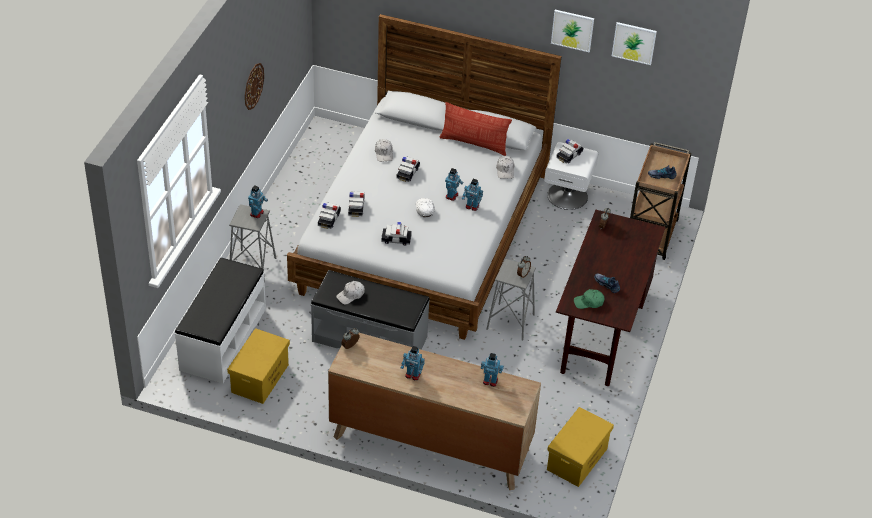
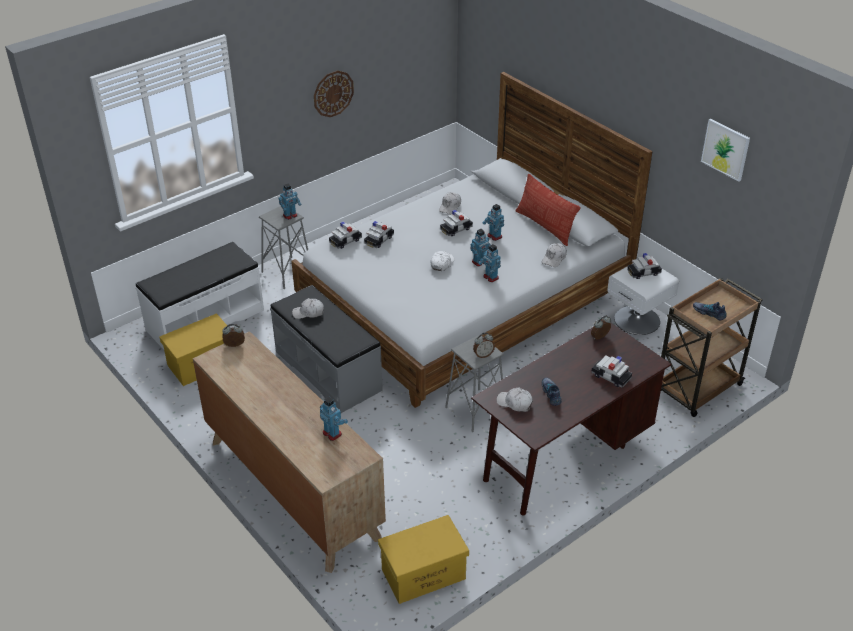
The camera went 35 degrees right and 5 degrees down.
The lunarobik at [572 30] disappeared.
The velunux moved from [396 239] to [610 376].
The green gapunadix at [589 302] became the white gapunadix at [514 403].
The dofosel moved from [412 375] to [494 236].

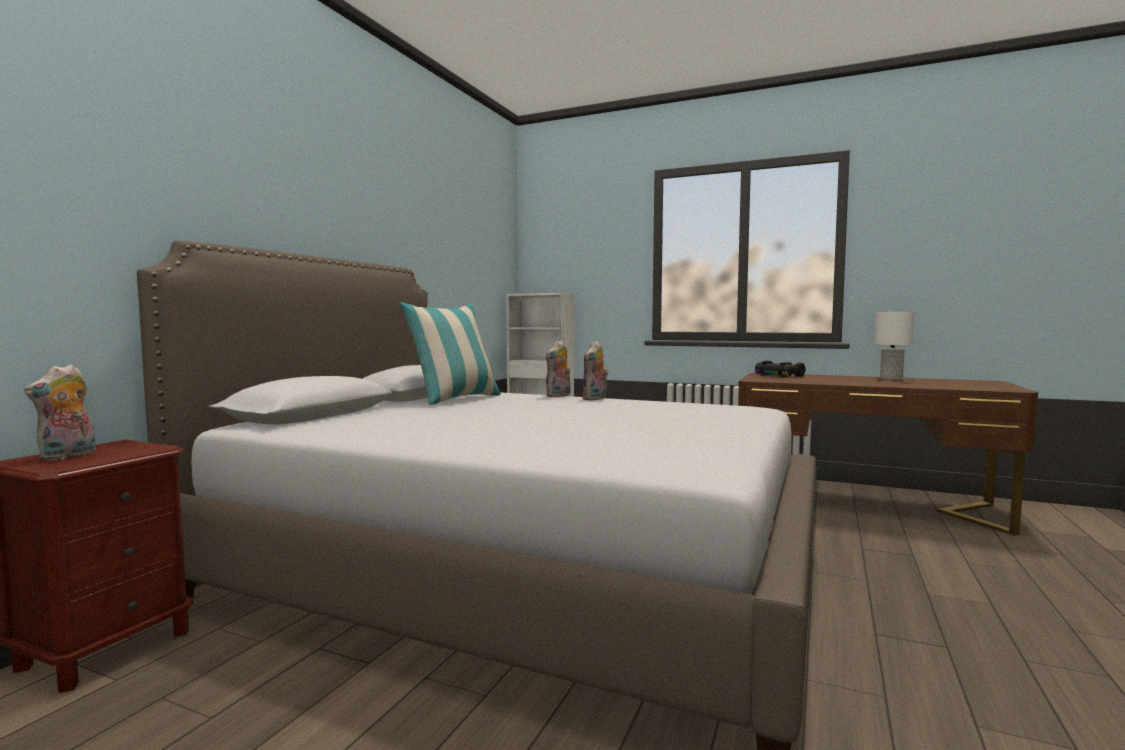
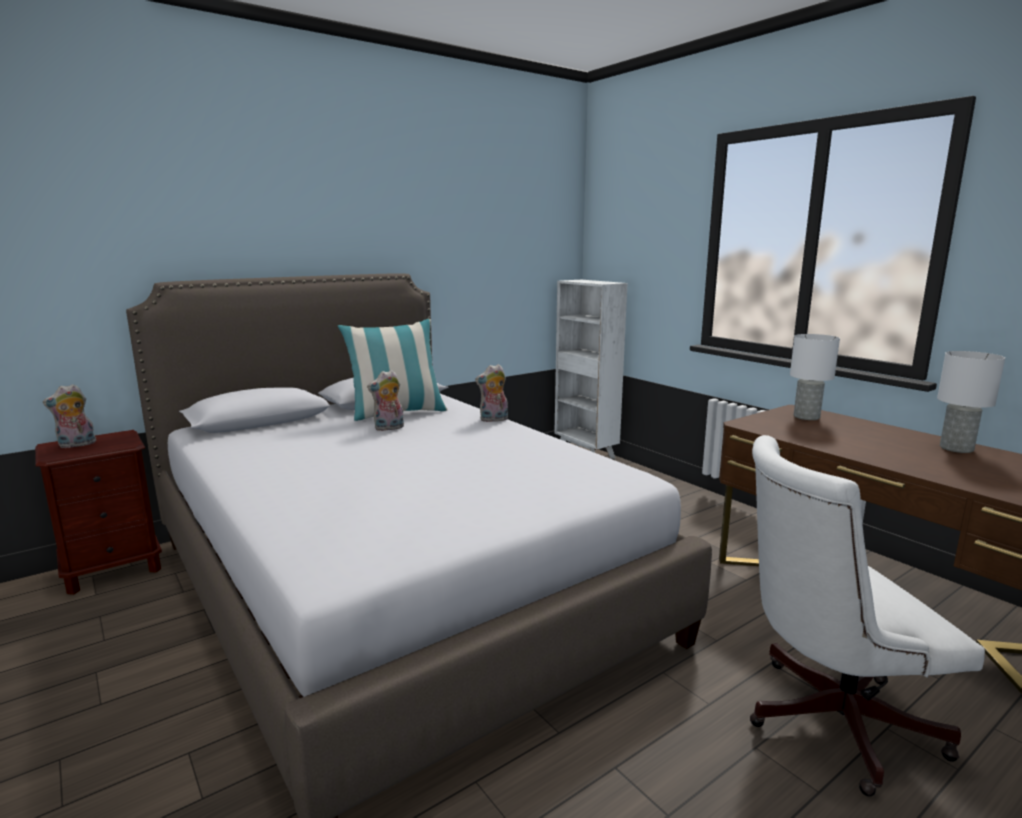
The camera went 30 degrees right and 10 degrees up.
The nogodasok moved from [595 399] to [389 428].
The velunux at [777 375] was replaced by the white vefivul at [805 417].
The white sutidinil at [827 720] appeared.

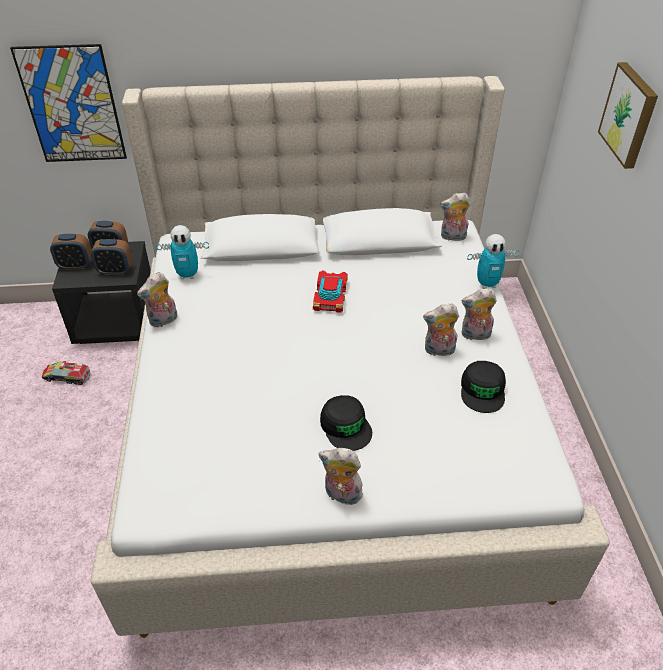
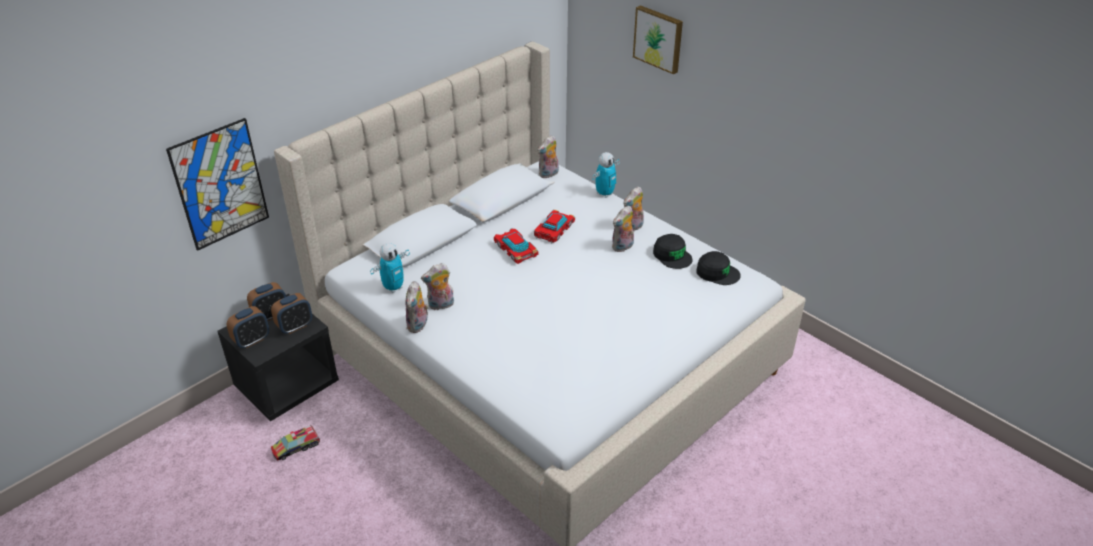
The camera went 40 degrees left and 5 degrees down.
The black gapunadix moved from [346 426] to [717 272].
The nogodasok moved from [341 495] to [441 305].
The velunux at [554 230] appeared.

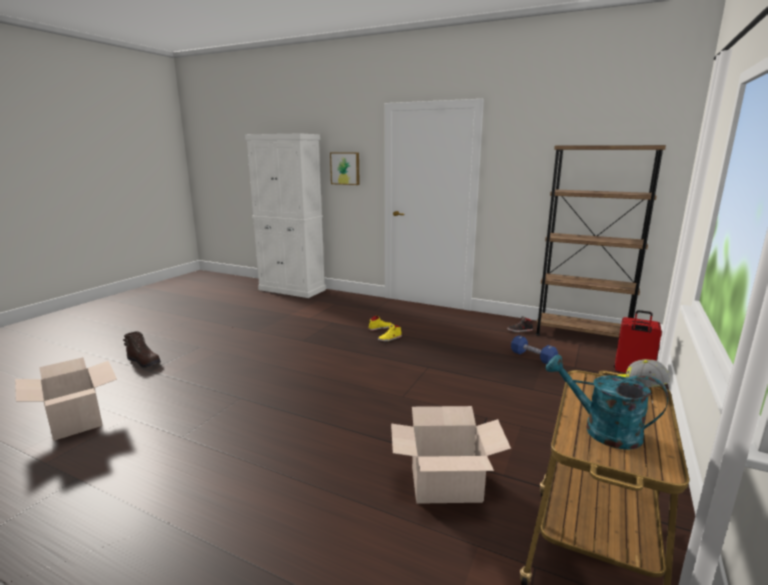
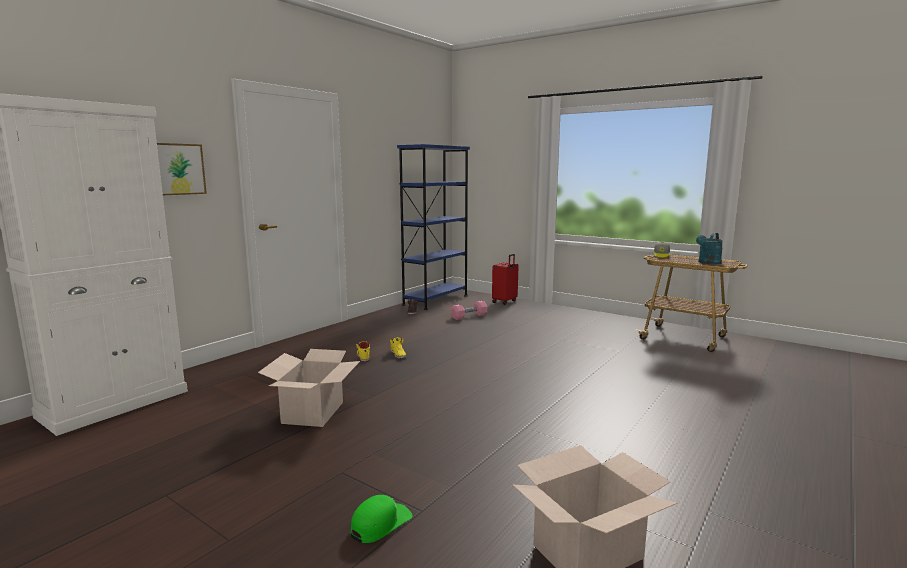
The camera went 80 degrees left and 5 degrees down.
The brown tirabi at [581 335] became the blue tirabi at [435 300].
The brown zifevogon at [144 362] was replaced by the green gapunadix at [380 523].
The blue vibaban at [533 357] became the pink vibaban at [469 316].
The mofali moved from [446 484] to [312 412].

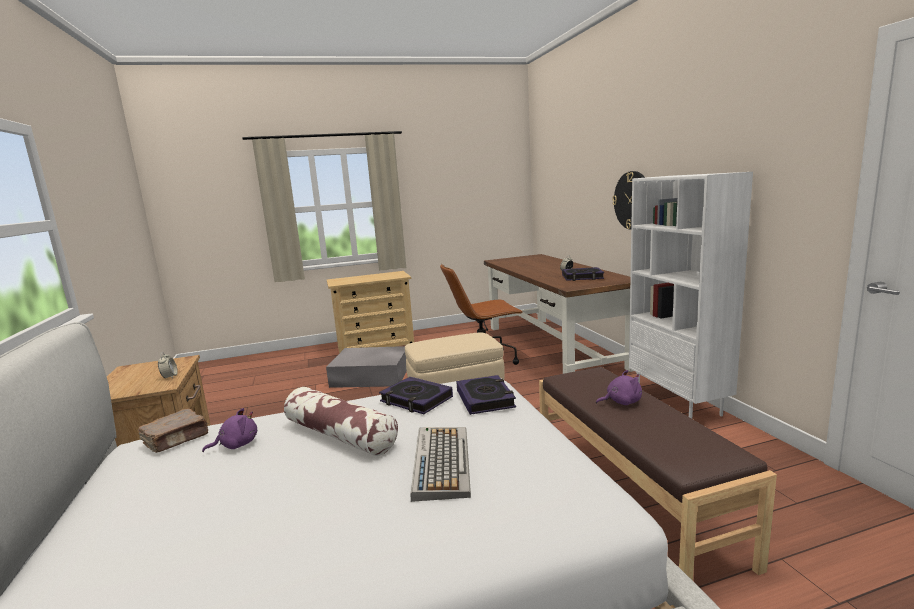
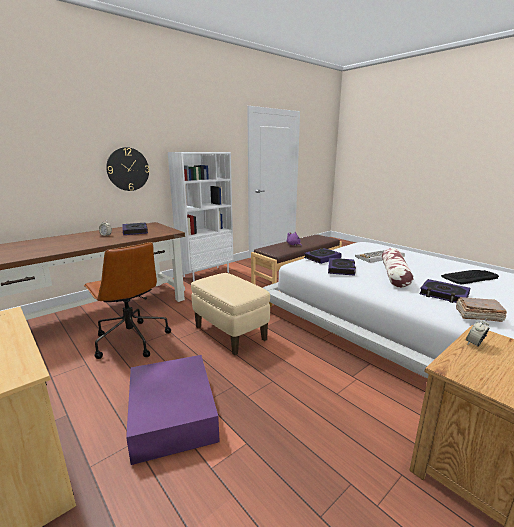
The camera went 115 degrees left and 5 degrees up.
The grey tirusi at [372 376] became the purple tirusi at [173 412].
The purple nogodasok at [236 445] was replaced by the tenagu at [444 294].
The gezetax at [469 277] appeared.

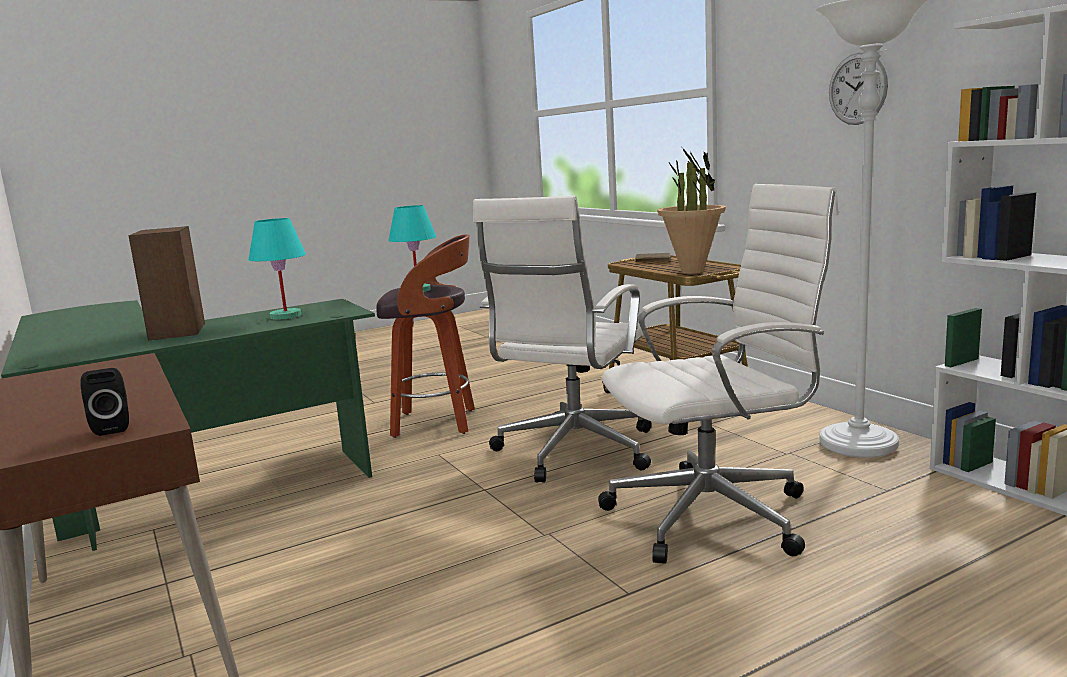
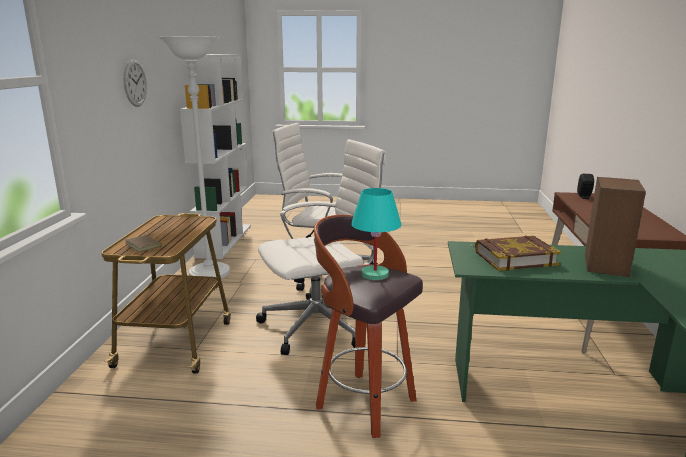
The camera went 145 degrees left and 5 degrees up.
The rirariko at [692 272] disappeared.
The turquoise vefivul at [285 316] was replaced by the tenagu at [515 258].

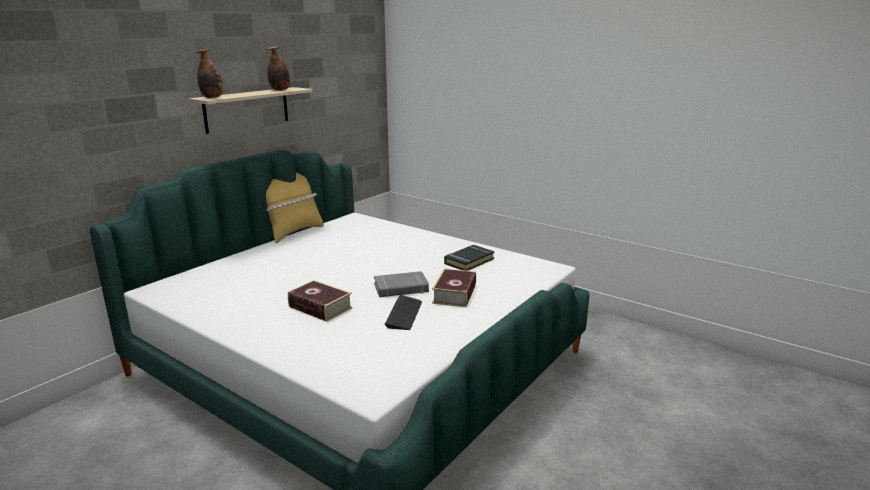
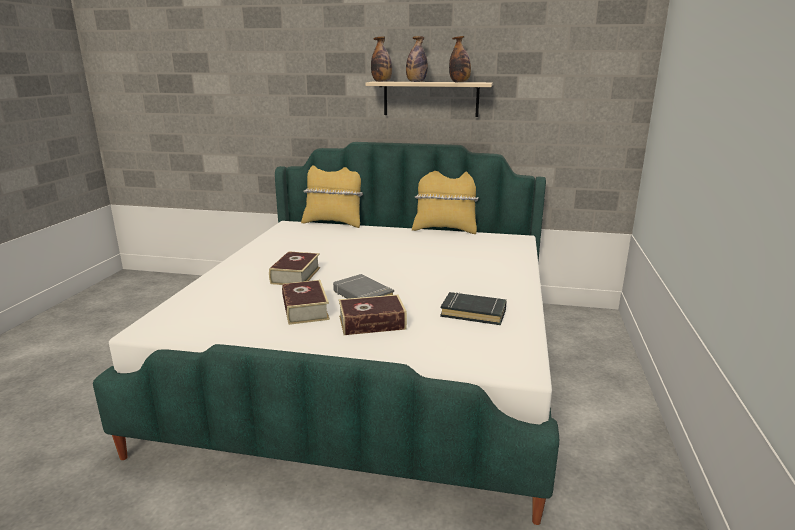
The camera went 65 degrees right and 0 degrees up.
The gezetax at [404 314] was replaced by the tenagu at [305 309].
The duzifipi at [416 82] appeared.
The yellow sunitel at [333 223] appeared.

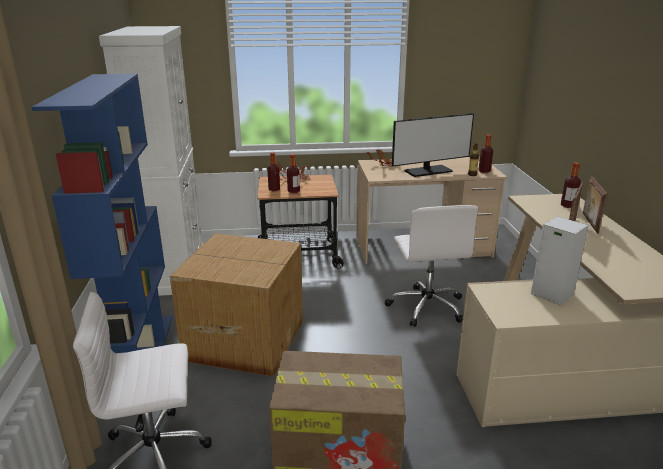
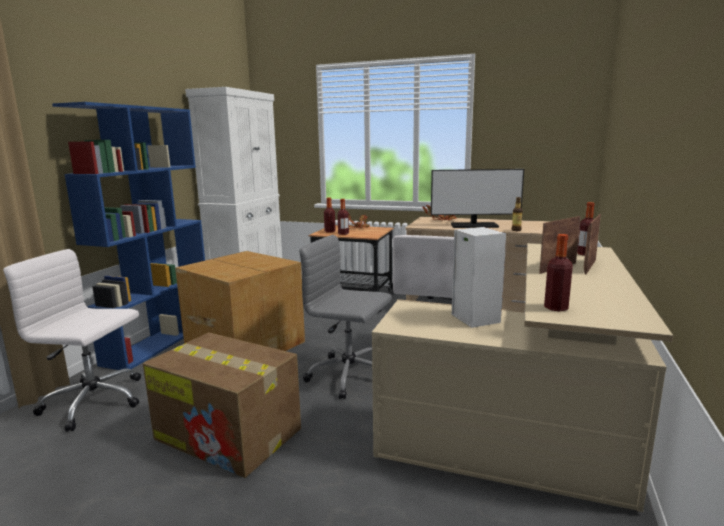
The camera went 25 degrees right and 10 degrees down.
The duzifipi moved from [484 171] to [556 308].
The grey sutidinil at [350 375] appeared.

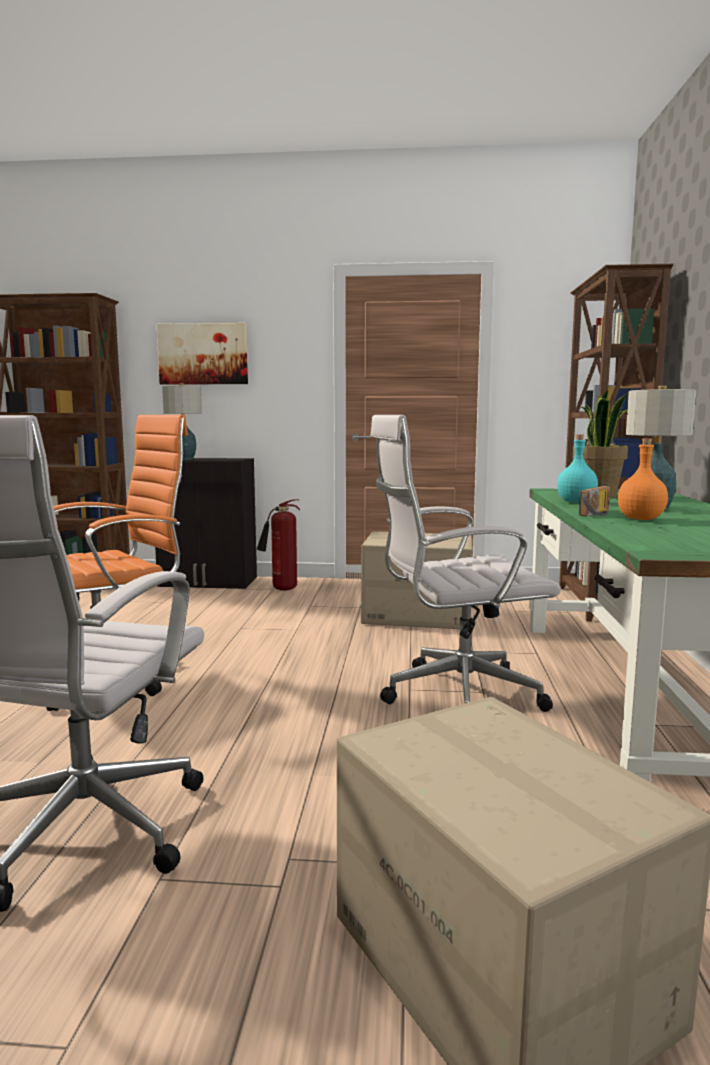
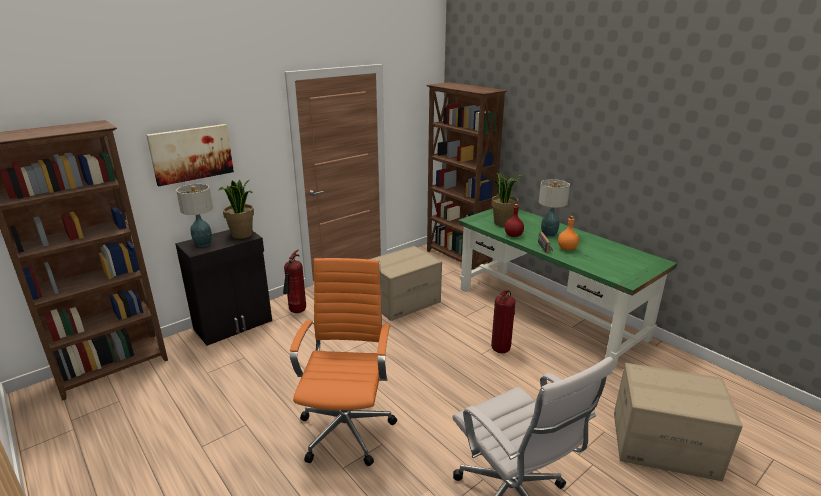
The camera went 45 degrees left and 15 degrees up.
The white sutidinil at [454 696] was replaced by the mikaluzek at [501 348].
The turquoise duzifipi at [575 502] became the red duzifipi at [513 235].
The rirariko at [242 235] appeared.

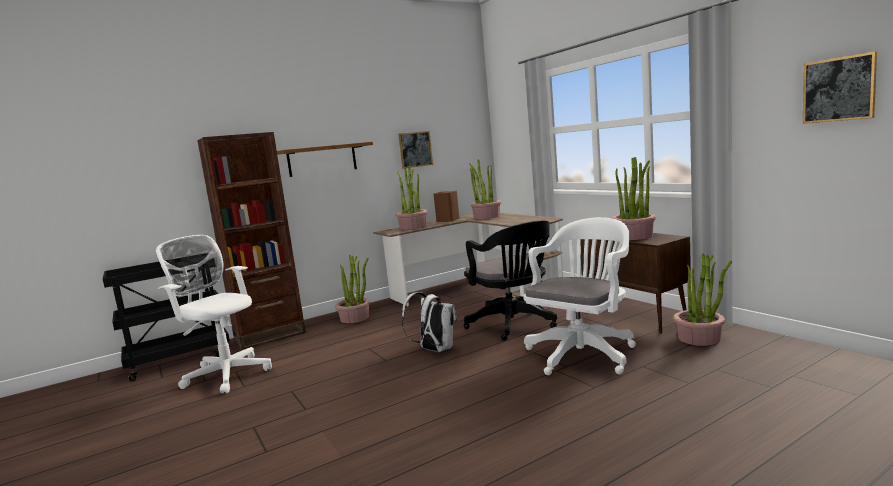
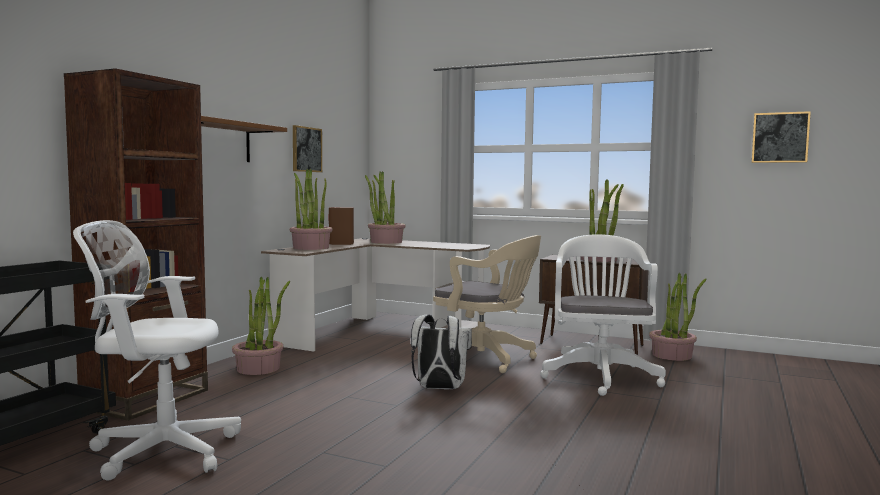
The camera went 35 degrees left and 5 degrees down.
The black sutidinil at [514 325] became the beige sutidinil at [486 359].

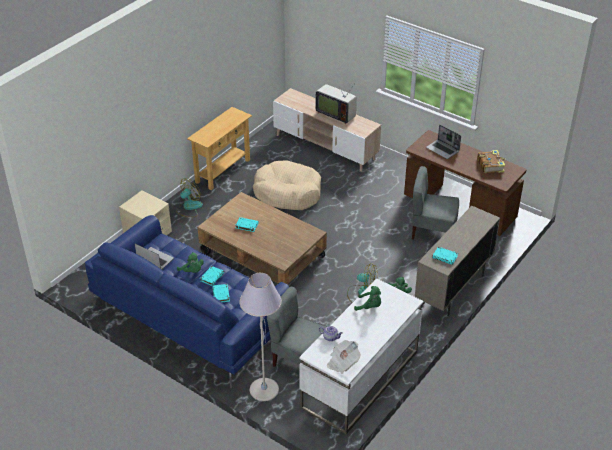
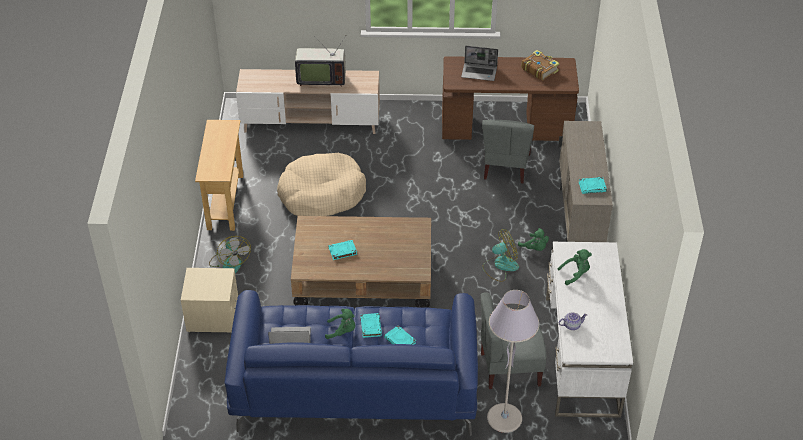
The camera went 35 degrees left and 5 degrees up.
The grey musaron at [432 232] turned 60 degrees counterclockwise.
The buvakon at [189 207] turned 150 degrees clockwise.
The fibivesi at [342 362] disappeared.

